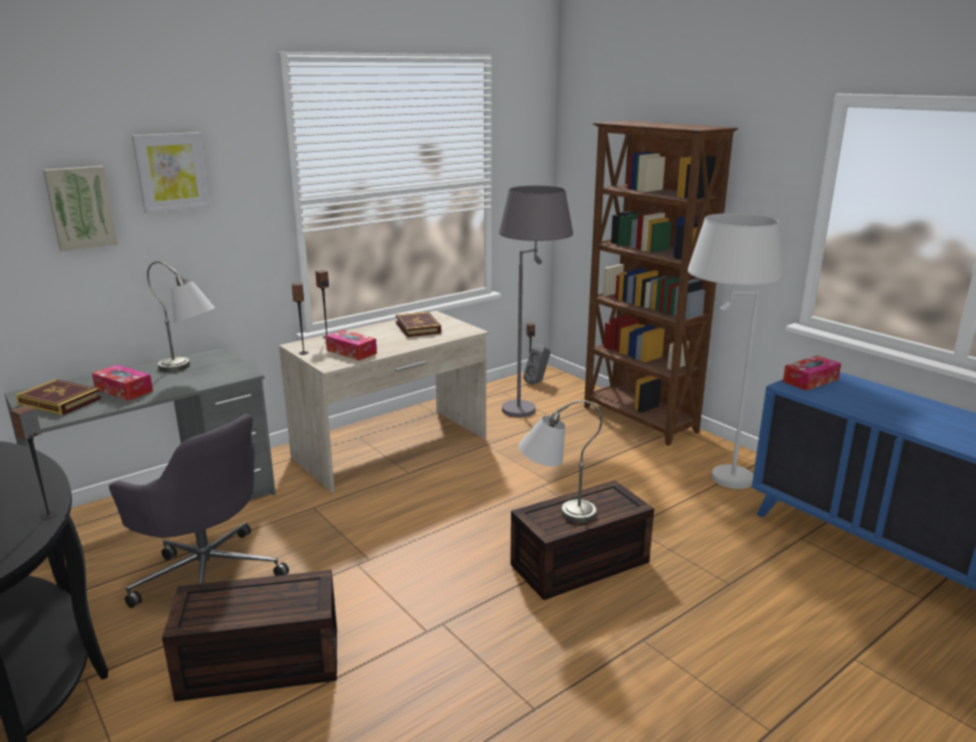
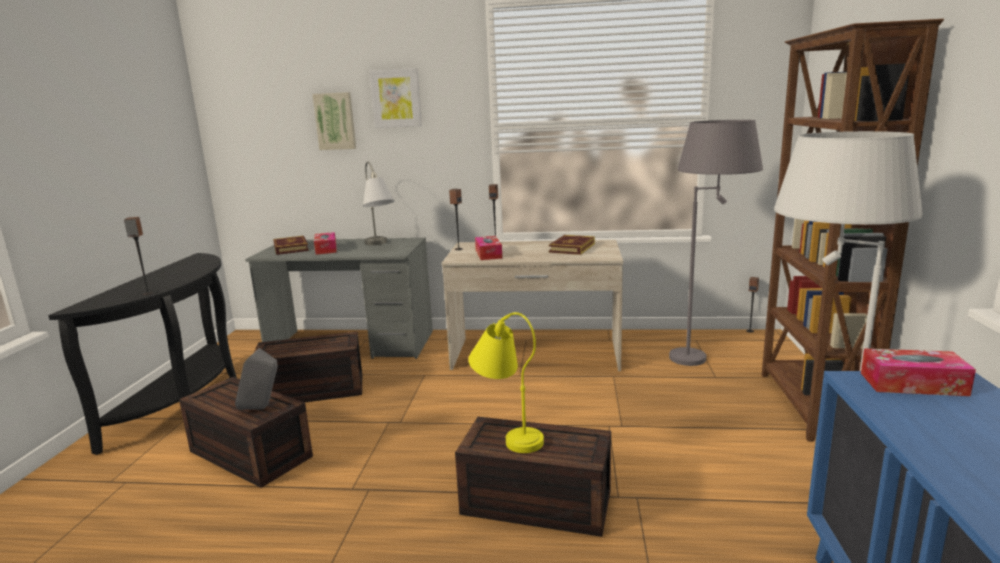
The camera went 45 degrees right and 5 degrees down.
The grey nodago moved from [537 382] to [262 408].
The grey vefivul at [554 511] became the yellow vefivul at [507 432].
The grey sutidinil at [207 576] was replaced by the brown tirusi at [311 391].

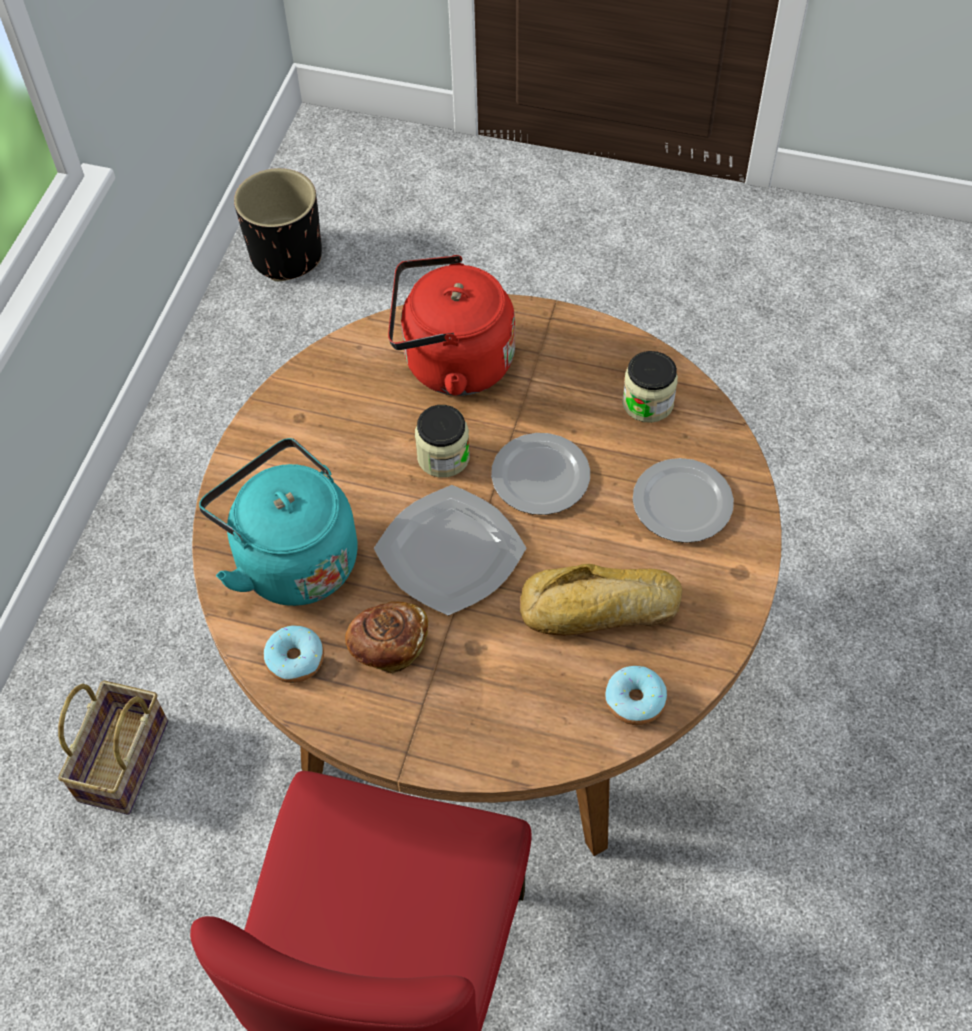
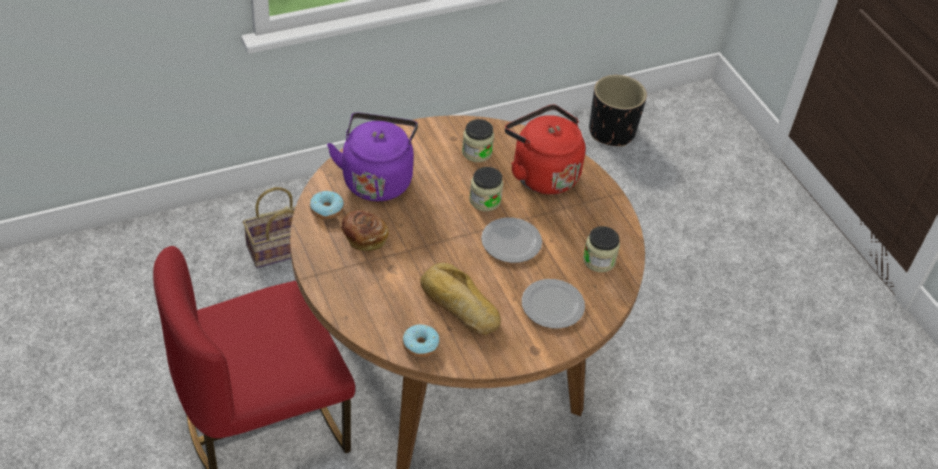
The camera went 45 degrees right and 10 degrees down.
The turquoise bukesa at [292 558] became the purple bukesa at [377 178].
The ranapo at [450 554] disappeared.
The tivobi at [476 152] appeared.

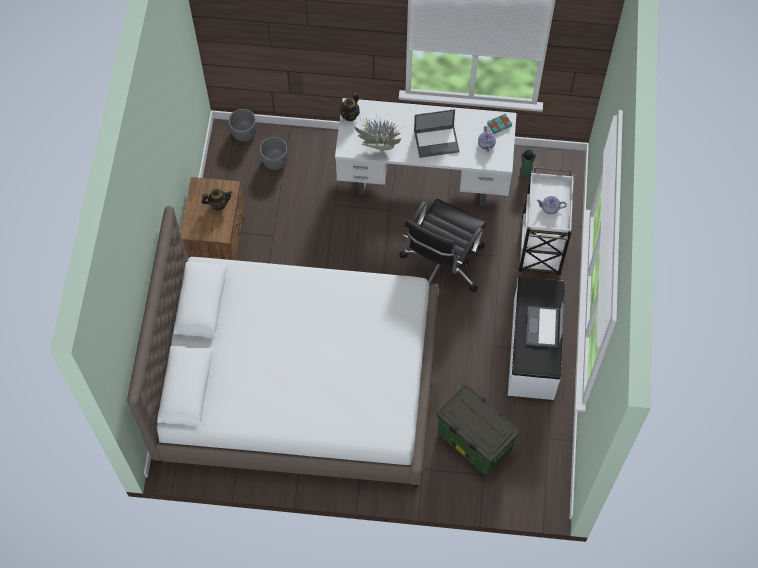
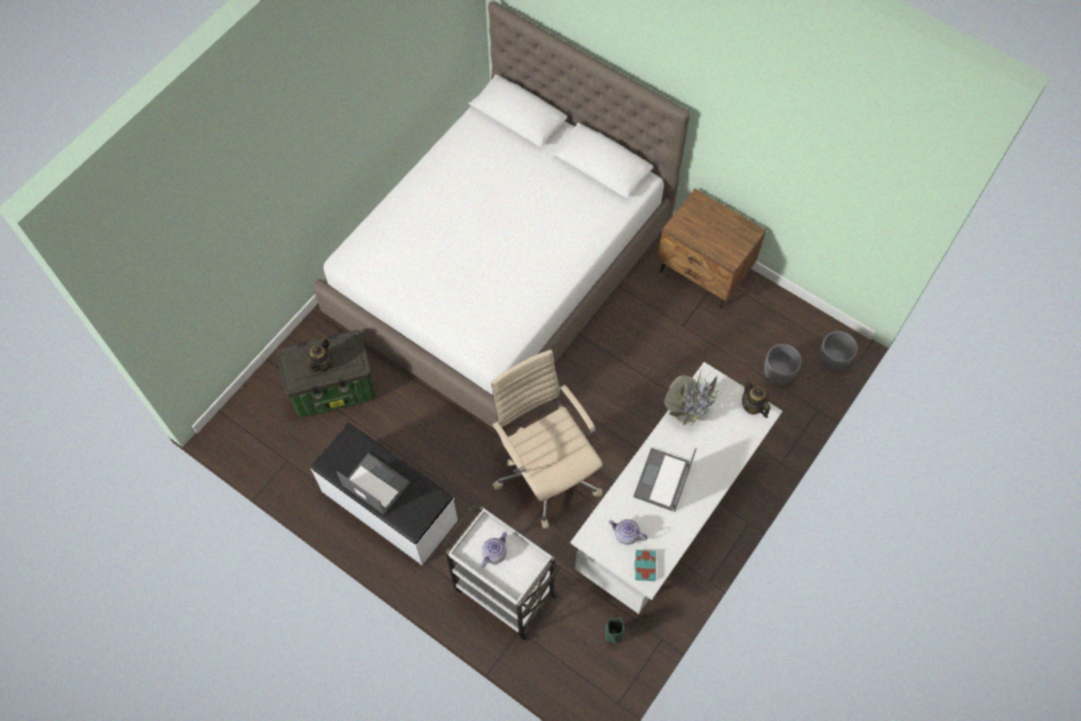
The camera went 120 degrees right and 0 degrees up.
The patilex moved from [218 204] to [322 364].
The black sutidinil at [441 265] became the beige sutidinil at [546 470].

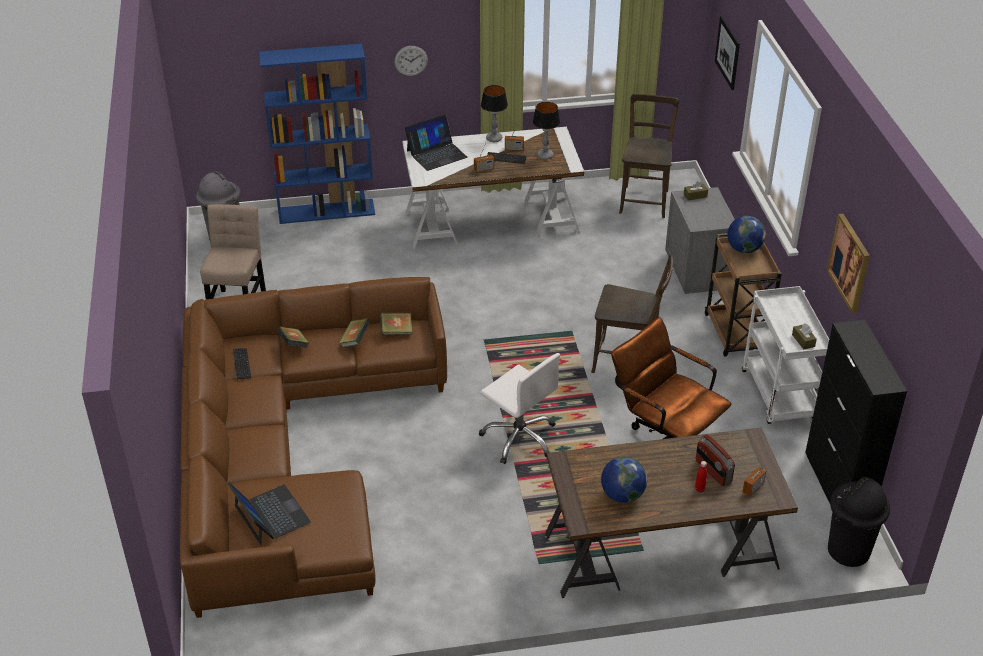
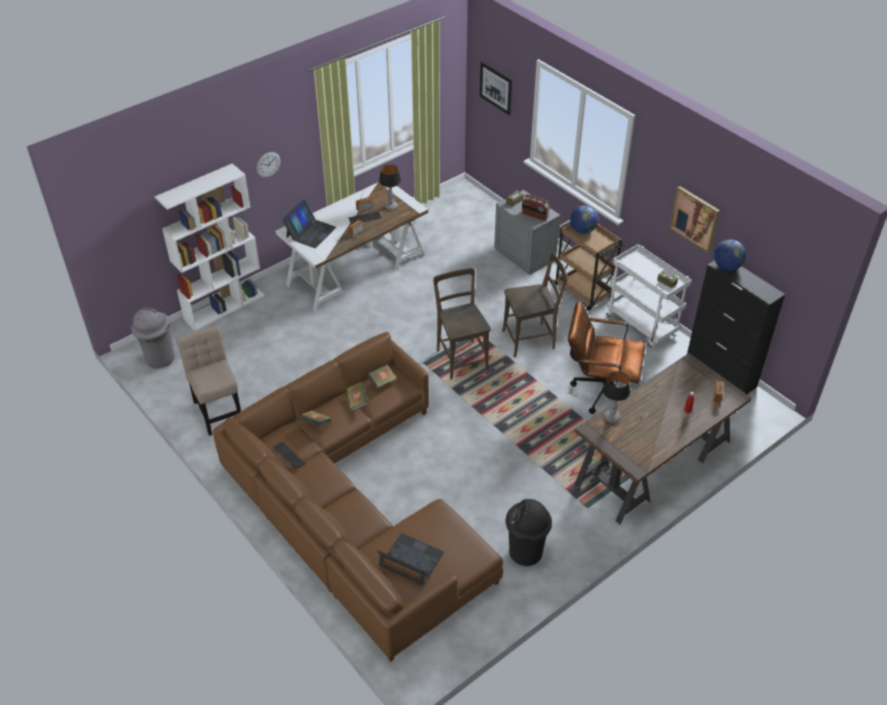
The camera went 30 degrees left and 5 degrees up.
The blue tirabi at [327 211] became the white tirabi at [224 306].
The vefivul moved from [494 138] to [612 417].
The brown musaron moved from [644 200] to [461 357].
The white sutidinil at [520 437] disappeared.
The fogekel moved from [713 471] to [534 215].
The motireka moved from [622 495] to [726 267].
The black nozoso moved from [848 551] to [525 553].

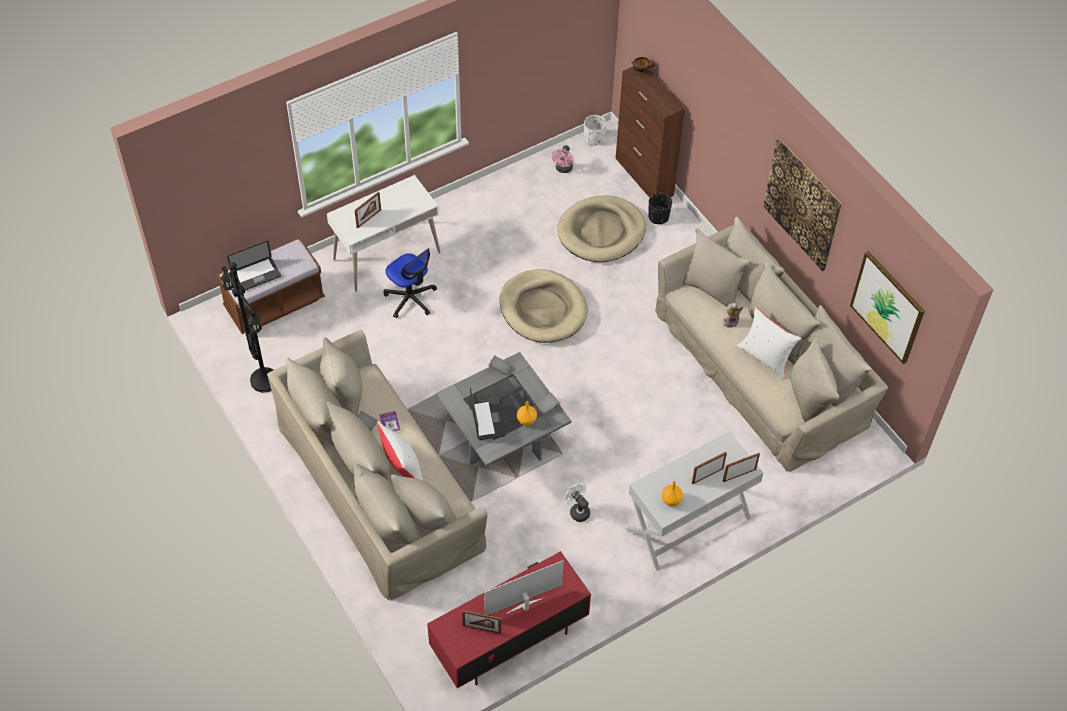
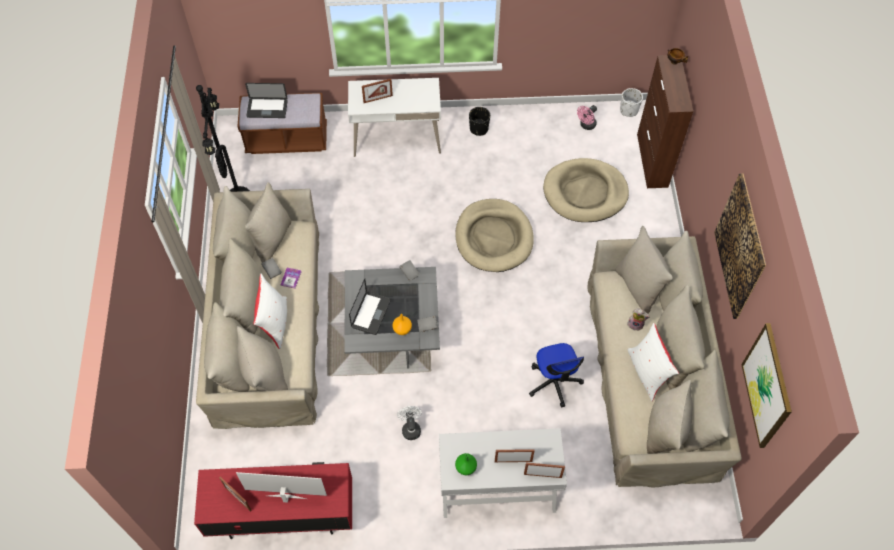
The camera went 30 degrees right and 5 degrees up.
The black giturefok moved from [658 217] to [479 129].
The sutidinil moved from [410 299] to [554 382].
The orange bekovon at [671 500] became the green bekovon at [466 467].

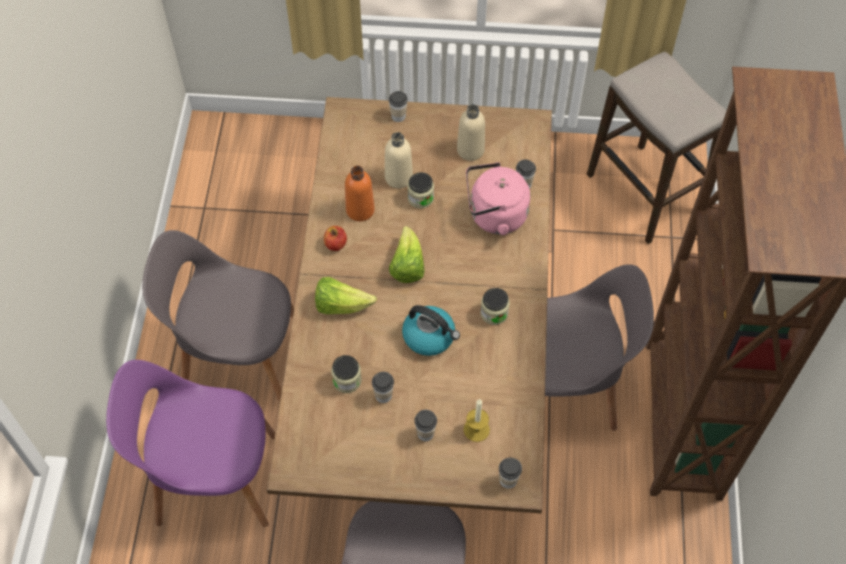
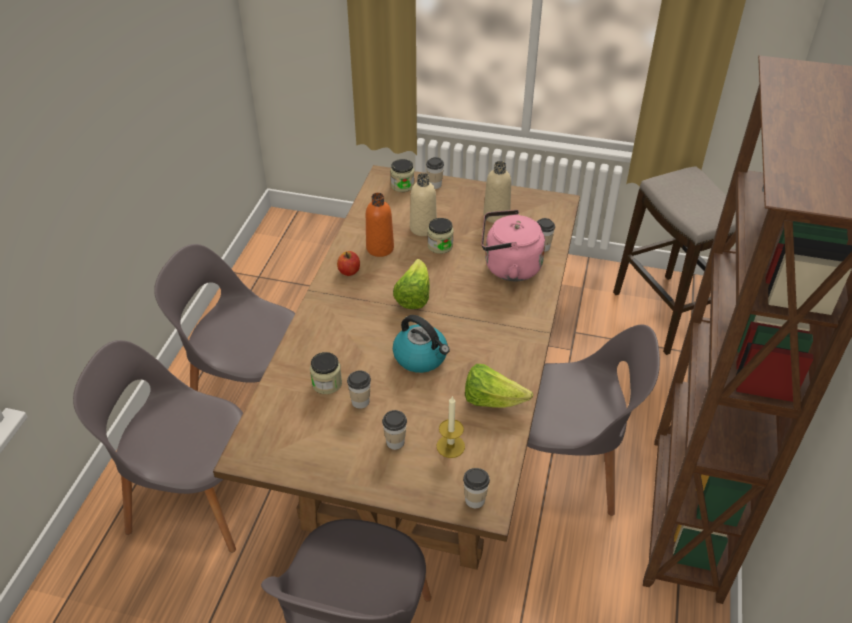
The camera went 10 degrees right and 15 degrees down.
The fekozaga moved from [341 305] to [492 400].
The tivobi moved from [494 313] to [402 185].
The purple musaron at [212 477] became the grey musaron at [194 498].

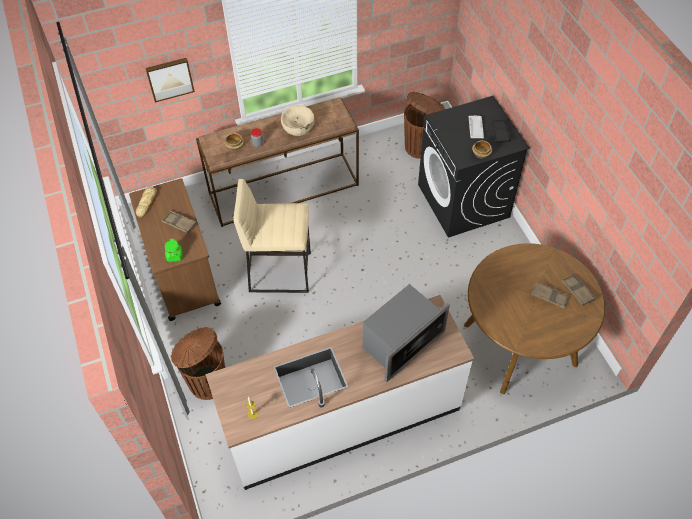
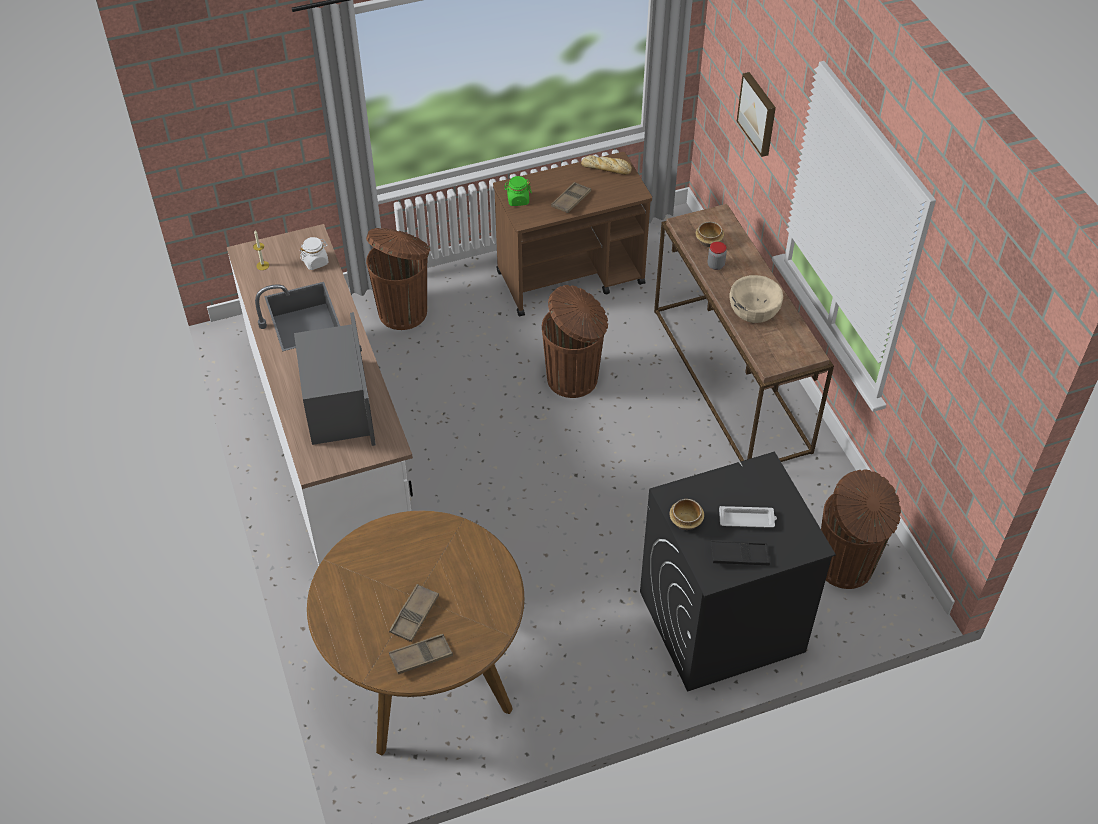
The camera went 90 degrees right and 5 degrees down.
The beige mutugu at [280 271] was replaced by the brown nozoso at [574 378].
The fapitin at [401 342] turned 150 degrees counterclockwise.
The white tivobi at [315 262] appeared.

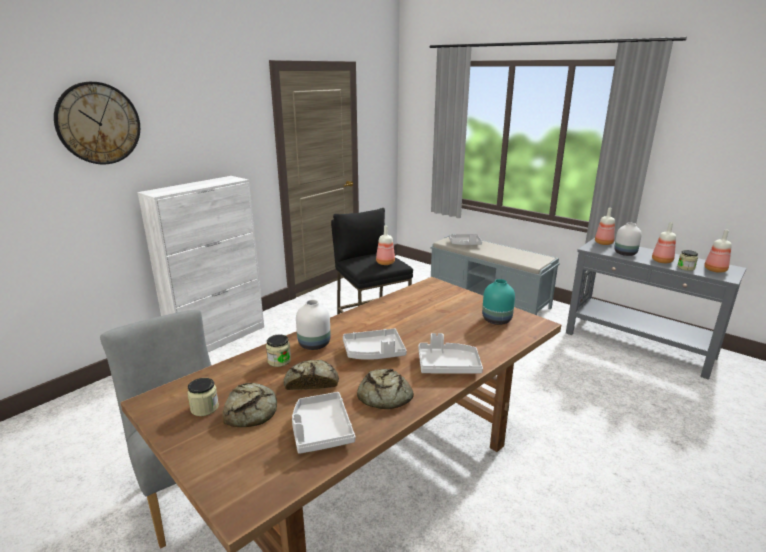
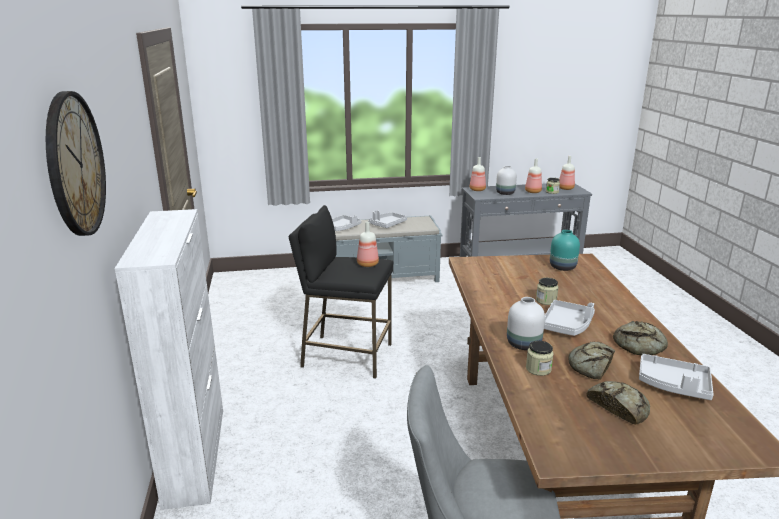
The camera went 50 degrees left and 0 degrees up.
The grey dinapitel moved from [448 366] to [387 224].
The tivobi moved from [204 408] to [546 300].

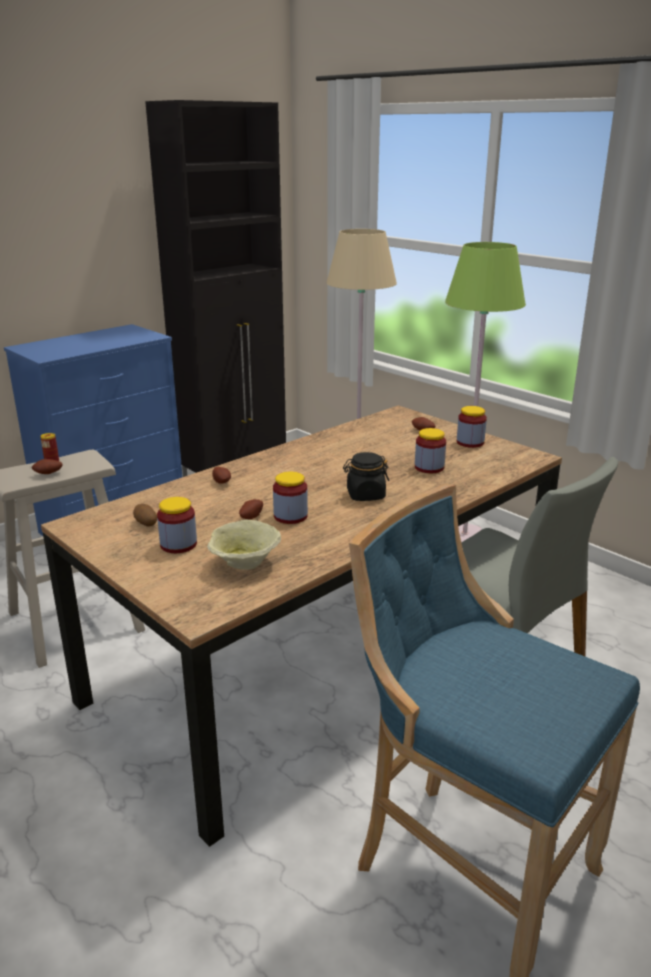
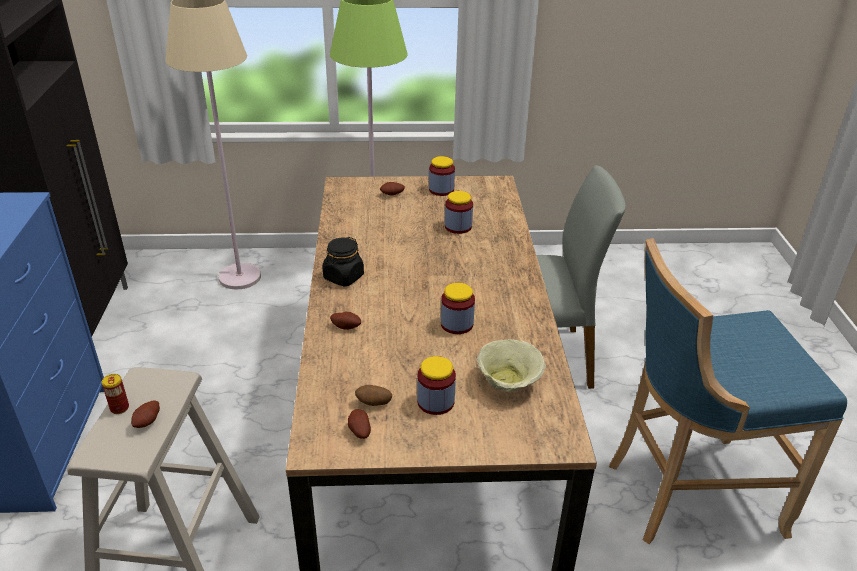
The camera went 50 degrees left and 10 degrees up.
The black tivobi moved from [365 495] to [343 277].
The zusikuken moved from [251 517] to [359 431].

